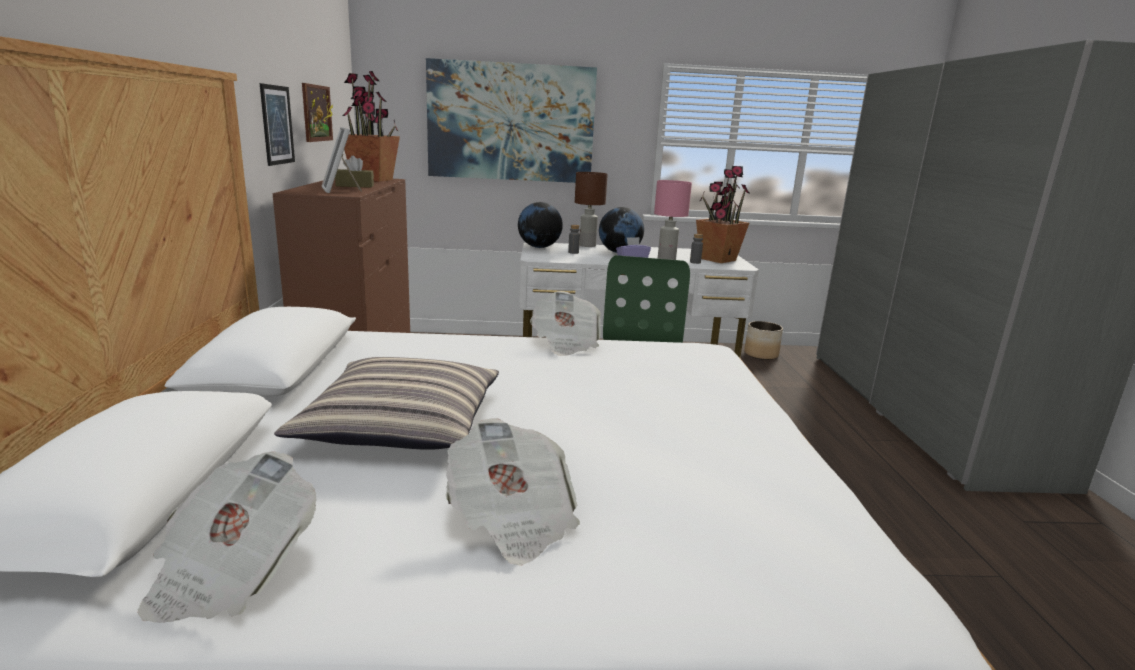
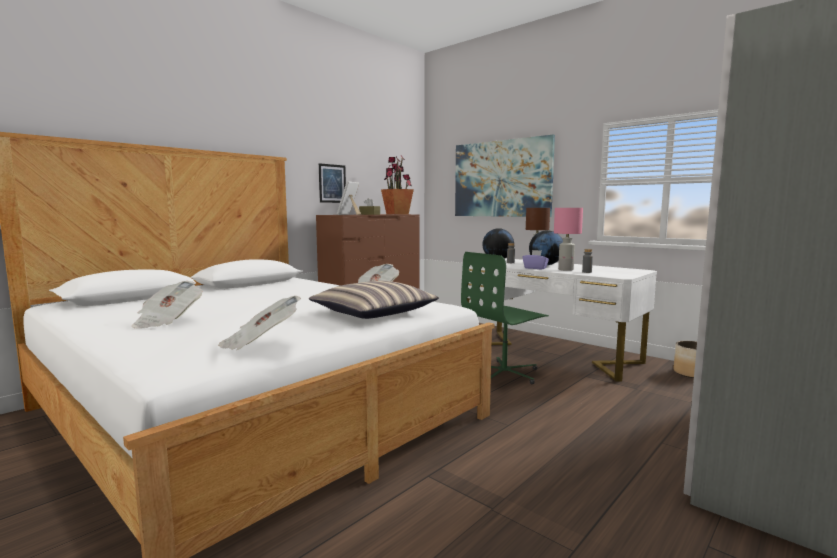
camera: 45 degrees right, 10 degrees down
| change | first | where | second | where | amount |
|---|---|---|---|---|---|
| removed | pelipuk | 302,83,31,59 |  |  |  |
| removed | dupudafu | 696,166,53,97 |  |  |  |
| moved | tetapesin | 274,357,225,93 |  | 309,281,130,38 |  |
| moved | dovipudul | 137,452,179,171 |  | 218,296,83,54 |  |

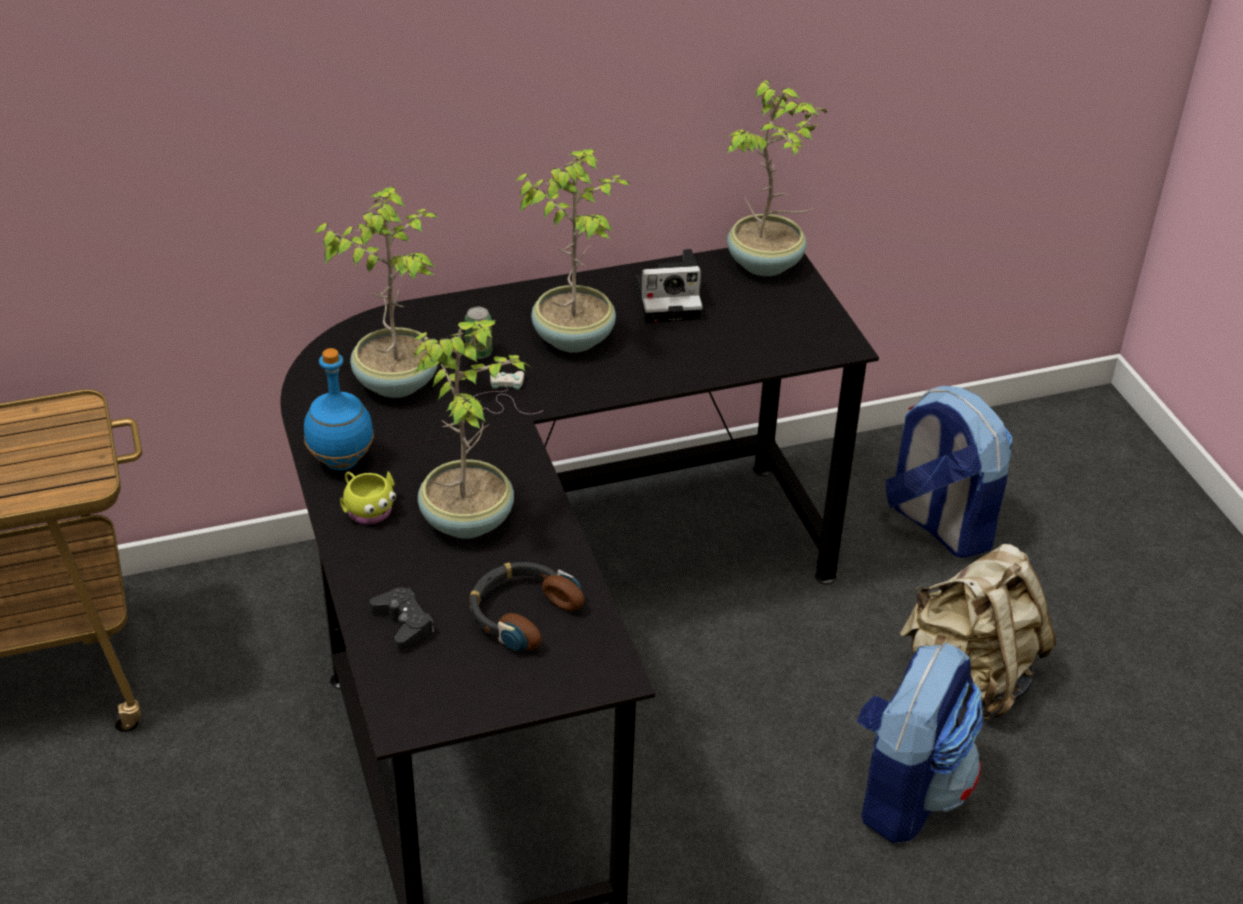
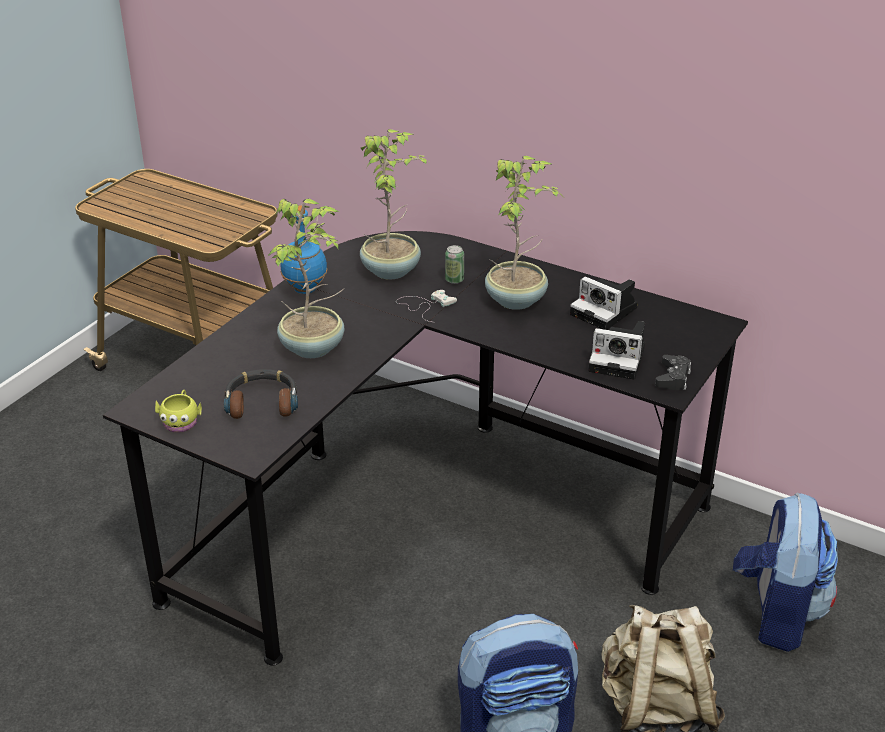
camera: 50 degrees right, 5 degrees down
| change | first | where | second | where | amount |
|---|---|---|---|---|---|
| removed | dupudafu | 726,80,101,196 |  |  |  |
| moved | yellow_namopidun | 340,471,56,53 |  | 155,390,47,43 |  |
| moved | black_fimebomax | 370,587,64,63 |  | 655,355,36,35 |  |
| added |  |  | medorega | 588,321,57,59 |  |

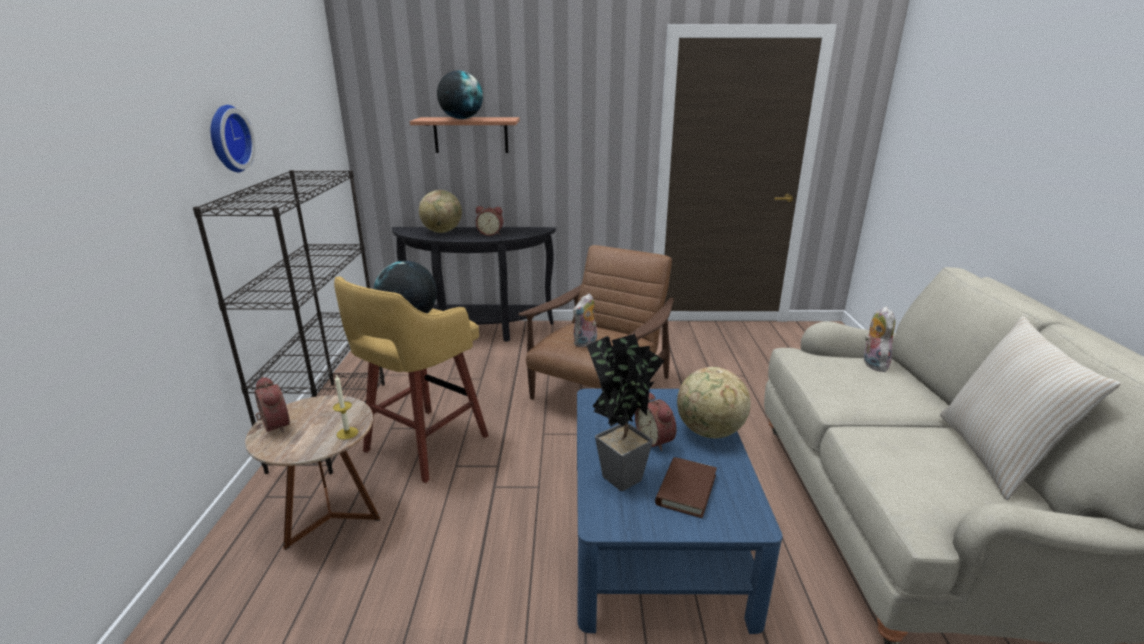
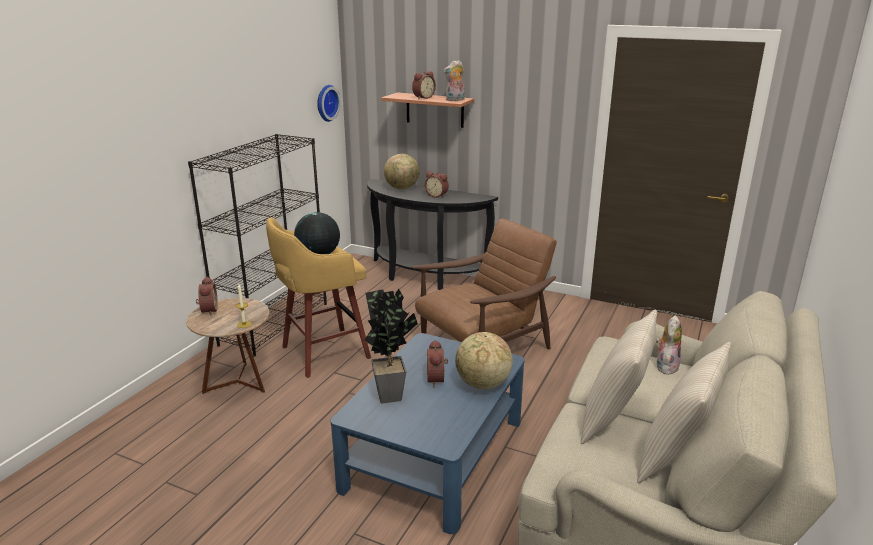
camera: 25 degrees right, 0 degrees up
| change | first | where | second | where | amount |
|---|---|---|---|---|---|
| replaced | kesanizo | 437,70,46,49 | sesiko | 412,71,24,28 |  |
| moved | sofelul | 211,105,44,67 |  | 317,85,24,37 |  |
| moved | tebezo | 573,294,24,53 |  | 443,60,22,41 |  |
| removed | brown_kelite | 655,457,62,61 |  |  |  |
| added |  |  | beige_tetapesin | 581,309,76,135 |  |

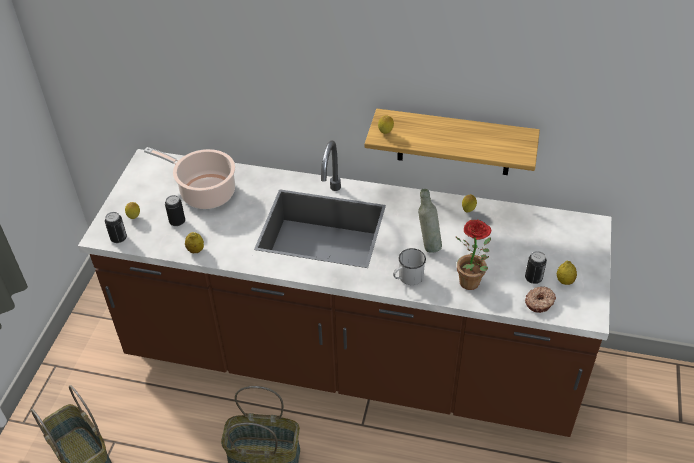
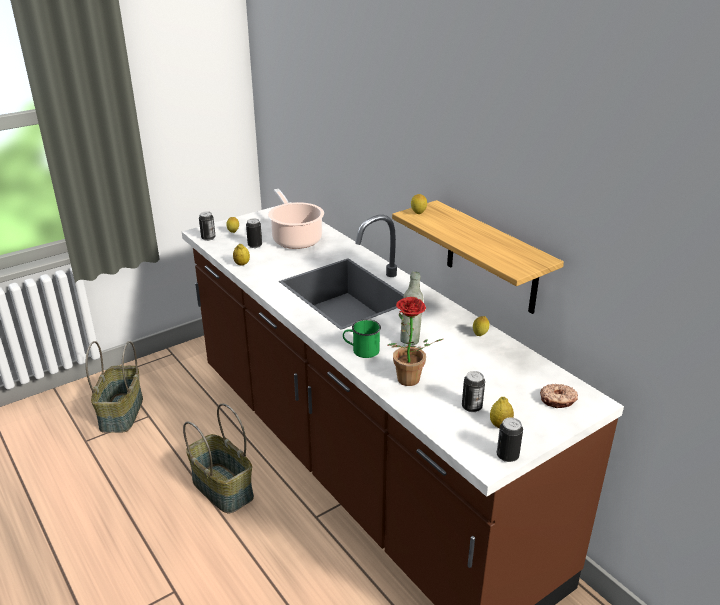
camera: 40 degrees right, 15 degrees down
| change | first | where | second | where | amount |
|---|---|---|---|---|---|
| recoloured | white_namopidun | 393,248,33,37 | green_namopidun | 343,319,38,39 |  |
| moved | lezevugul | 525,286,31,27 |  | 540,384,38,24 |  |
| added |  |  | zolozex | 497,417,26,45 |  |

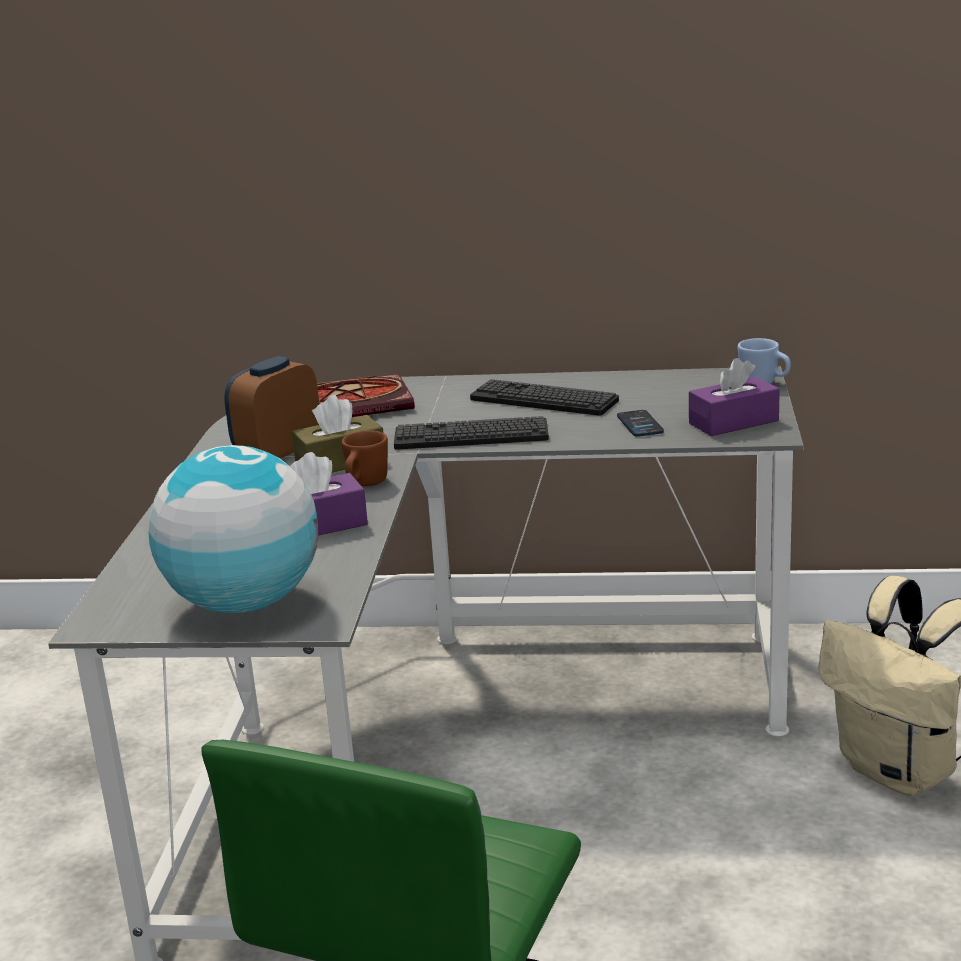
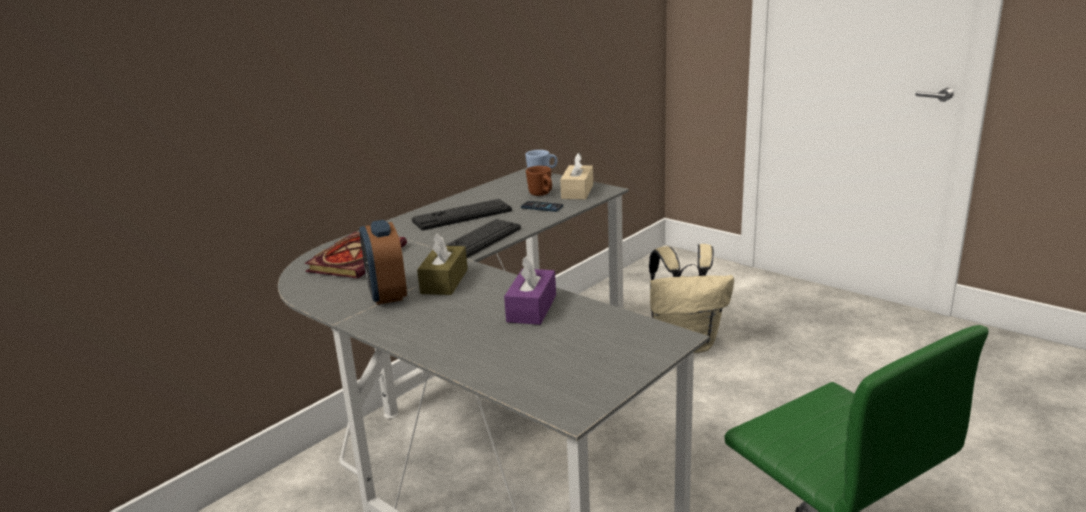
camera: 55 degrees left, 0 degrees up
| change | first | where | second | where | amount |
|---|---|---|---|---|---|
| recoloured | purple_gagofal | 689,358,91,78 | beige_gagofal | 560,153,33,47 |  |
| moved | brown_namopidun | 342,430,46,56 |  | 526,166,26,30 |  |
| removed | kesanizo | 149,445,169,168 |  |  |  |

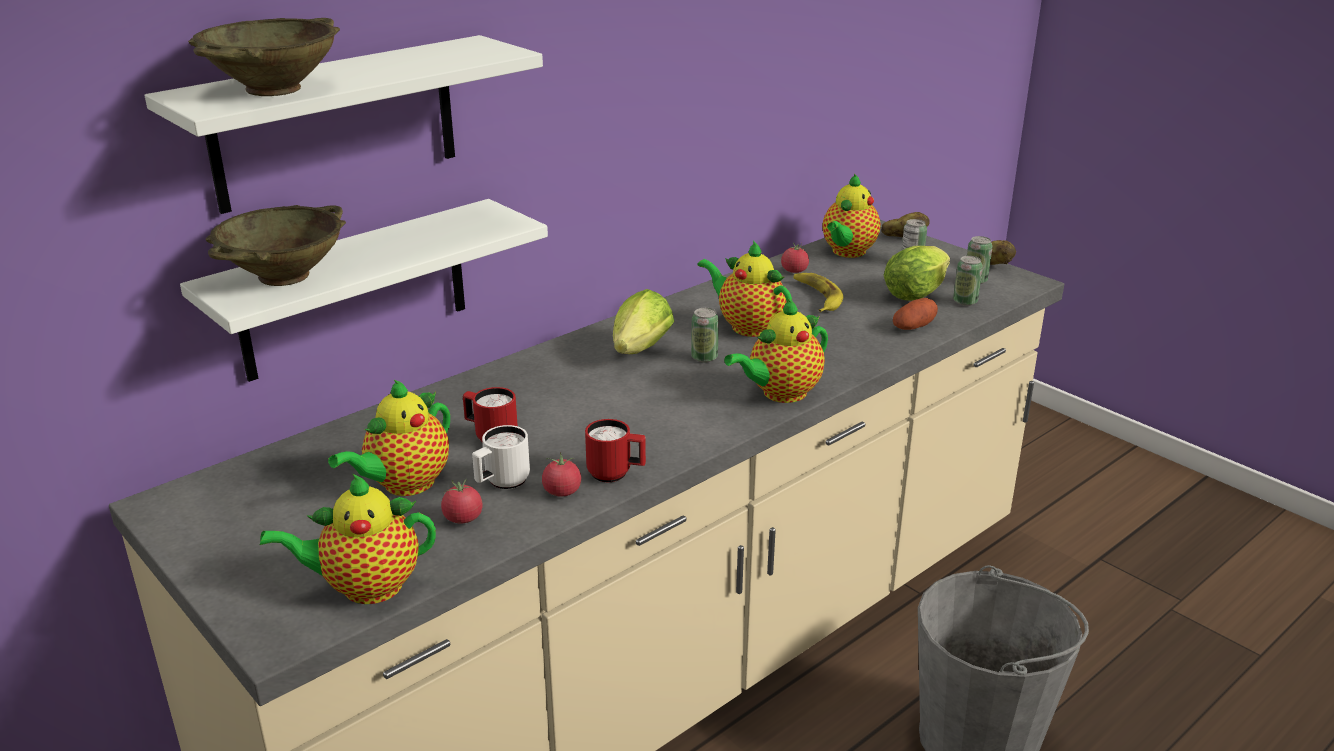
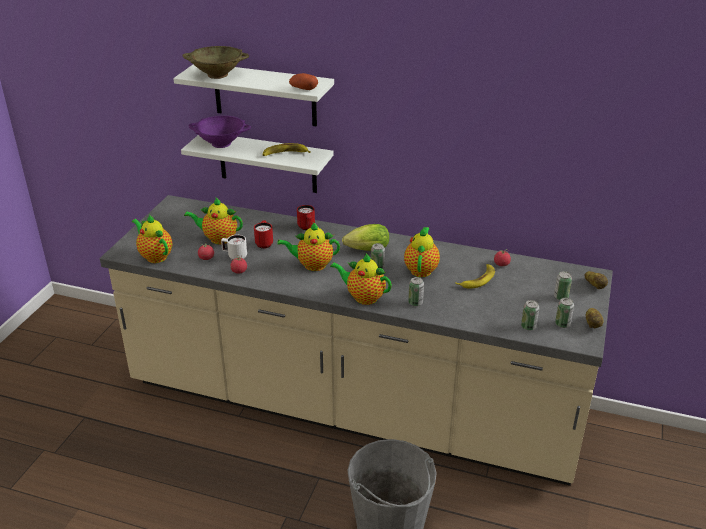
camera: 60 degrees right, 5 degrees up
| change | first | where | second | where | amount |
|---|---|---|---|---|---|
| moved | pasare | 823,174,58,84 |  | 277,222,63,49 |  |
| recoloured | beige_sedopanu | 206,205,140,81 | purple_sedopanu | 189,116,62,32 |  |
| removed | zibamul | 884,246,66,55 |  |  |  |
| moved | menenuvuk | 893,298,45,32 |  | 289,73,29,17 |  |
| moved | red_namopidun | 585,419,61,63 |  | 297,205,18,25 |  |
| added |  |  | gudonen | 263,143,48,13 |  |
| added |  |  | zolozex | 408,277,16,29 |  |

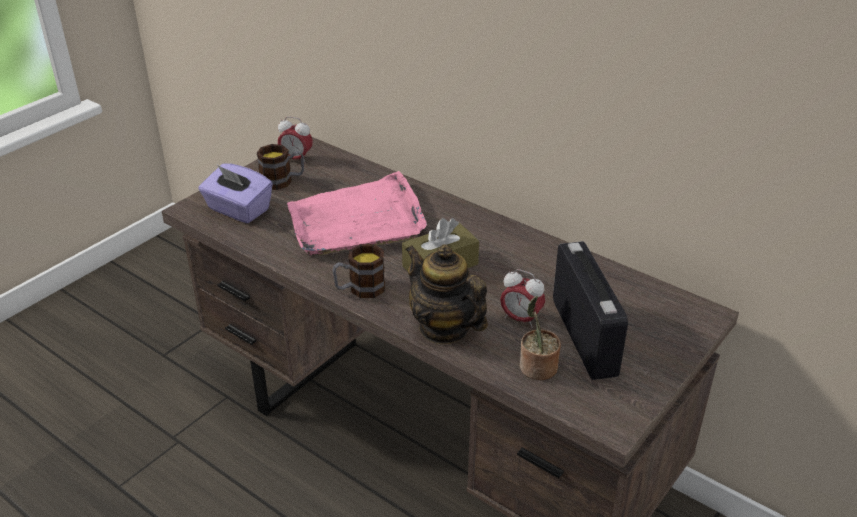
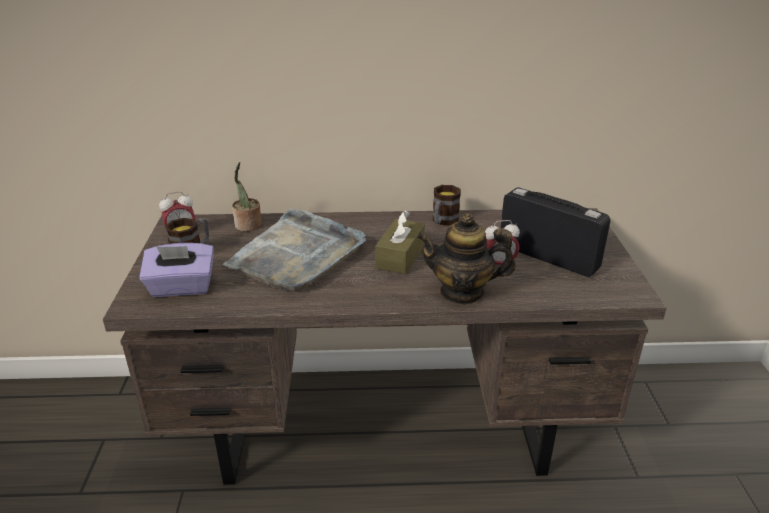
camera: 40 degrees left, 5 degrees down
| change | first | where | second | where | amount |
|---|---|---|---|---|---|
| recoloured | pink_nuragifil | 287,171,140,85 | grey_nuragifil | 222,208,144,85 |  |
| moved | namopidun | 332,244,53,54 |  | 433,185,28,40 |  |
| moved | dupudafu | 520,296,41,84 |  | 232,162,30,70 |  |

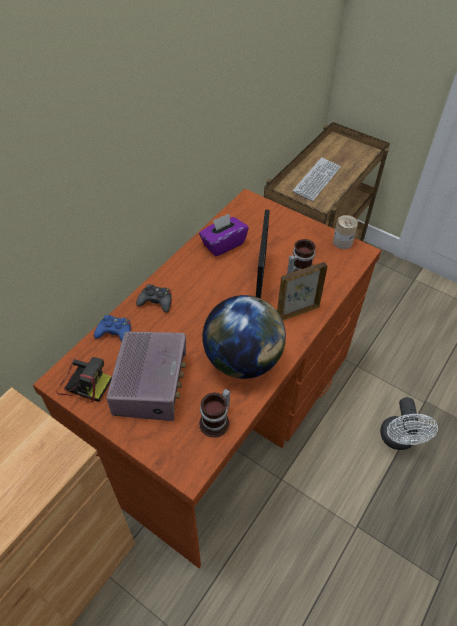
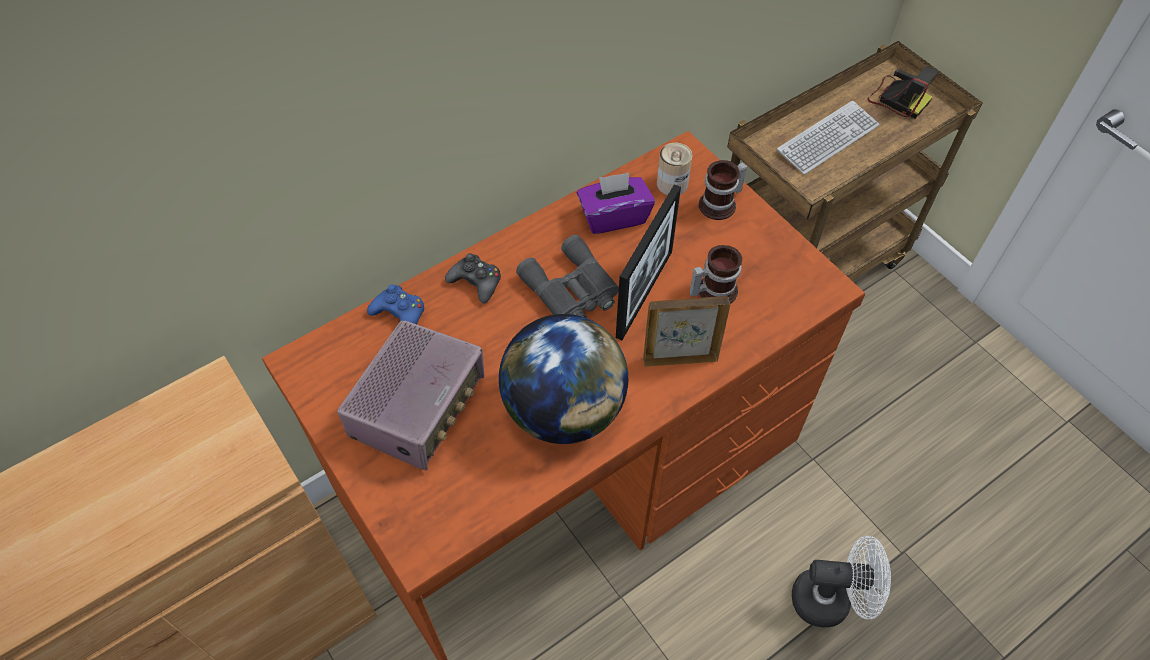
camera: 20 degrees right, 5 degrees up
| change | first | where | second | where | amount |
|---|---|---|---|---|---|
| moved | zolozex | 333,215,25,34 |  | 657,143,36,52 |  |
| moved | medorega | 56,357,56,45 |  | 867,66,72,53 |  |
| moved | namopidun | 199,389,32,49 |  | 699,160,48,60 |  |
| turned | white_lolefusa | 380,397,58,53 |  | 792,536,99,91 | 105 degrees counterclockwise |
| added |  |  | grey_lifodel | 516,235,103,83 |  |

